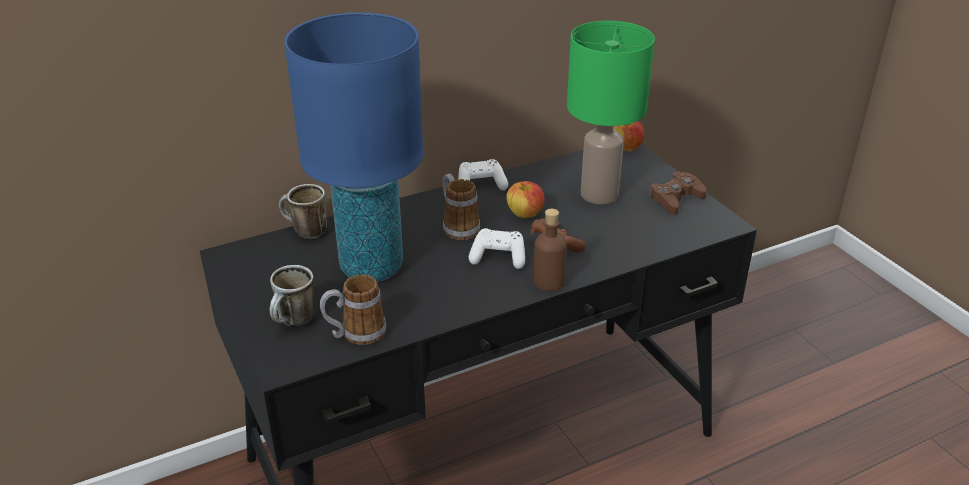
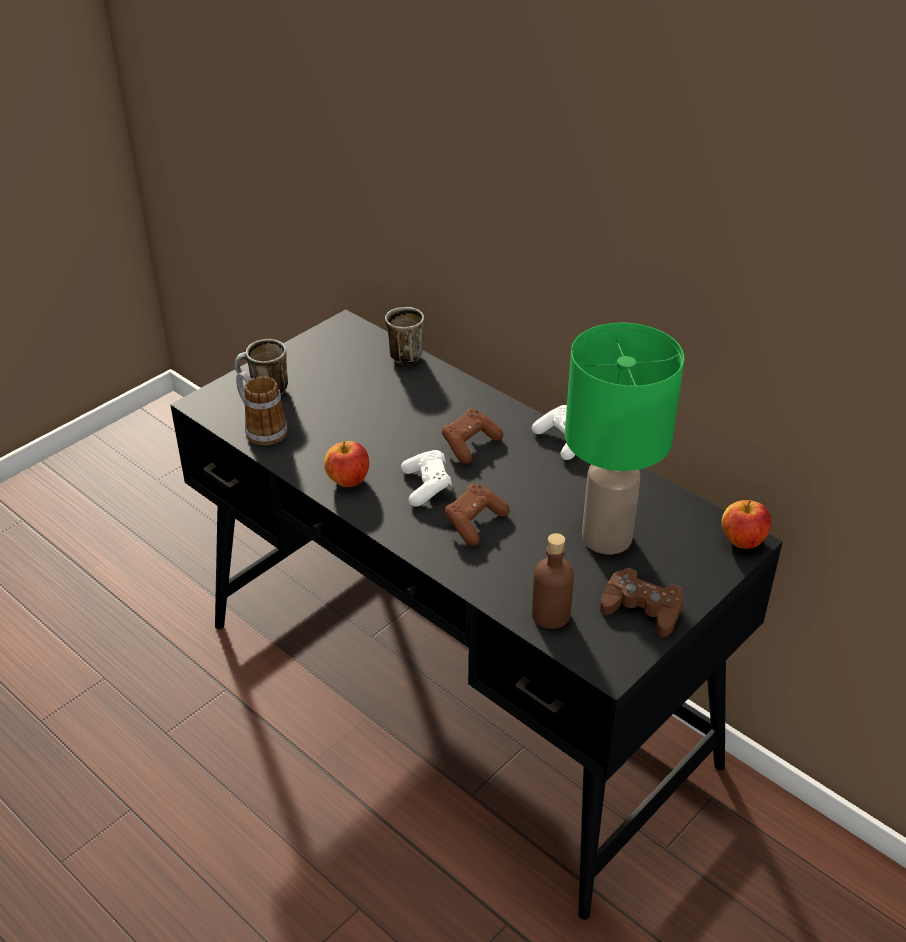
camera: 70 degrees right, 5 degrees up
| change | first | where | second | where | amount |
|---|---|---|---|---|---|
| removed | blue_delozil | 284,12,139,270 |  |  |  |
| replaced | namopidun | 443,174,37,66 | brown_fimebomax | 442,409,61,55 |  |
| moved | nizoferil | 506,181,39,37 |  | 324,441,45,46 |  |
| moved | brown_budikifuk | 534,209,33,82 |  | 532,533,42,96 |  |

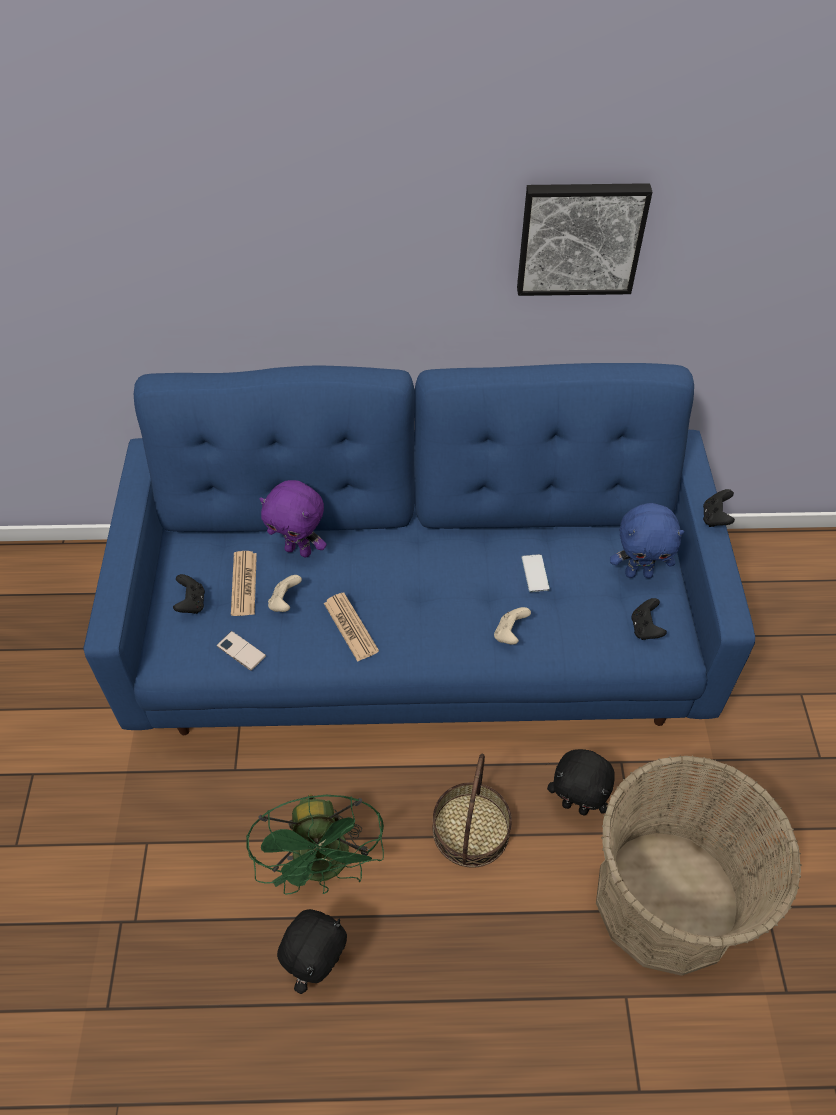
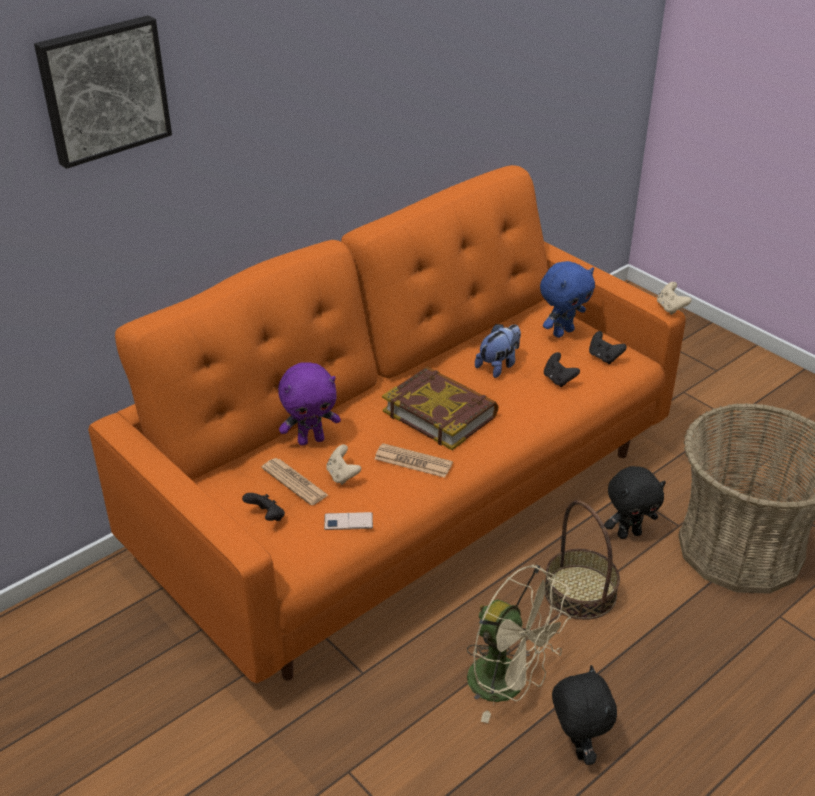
camera: 40 degrees left, 15 degrees down
| change | first | where | second | where | amount |
|---|---|---|---|---|---|
| moved | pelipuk | 517,183,135,113 |  | 34,15,138,154 |  |
| recoloured | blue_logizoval | 83,363,672,372 | orange_logizoval | 88,165,598,519 |  |
| moved | black_fimebomax | 703,489,32,38 |  | 544,352,36,35 |  |
| replaced | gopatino | 522,554,28,38 | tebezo | 475,324,46,54 |  |
| moved | beige_fimebomax | 494,607,37,37 |  | 657,282,35,33 |  |
| recoloured | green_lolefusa | 246,794,138,101 | beige_lolefusa | 467,564,104,159 |  |
| added |  |  | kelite | 382,367,117,83 |  |

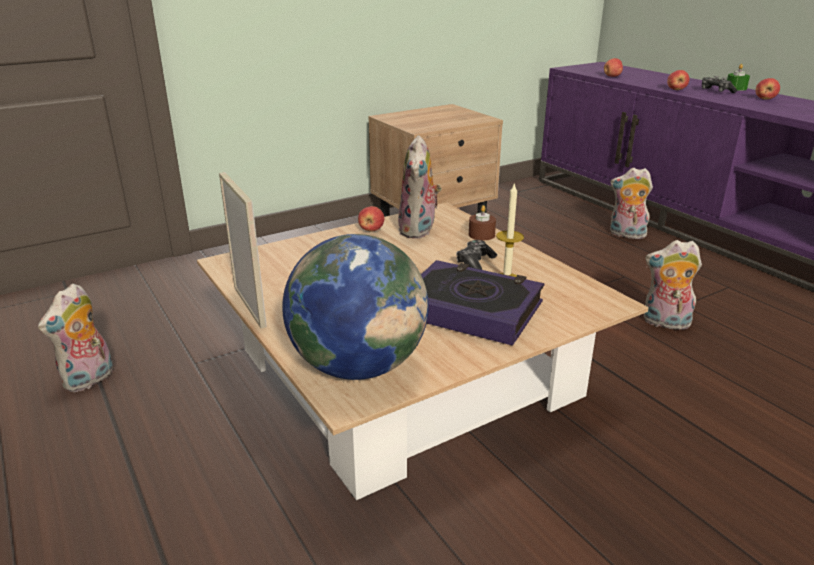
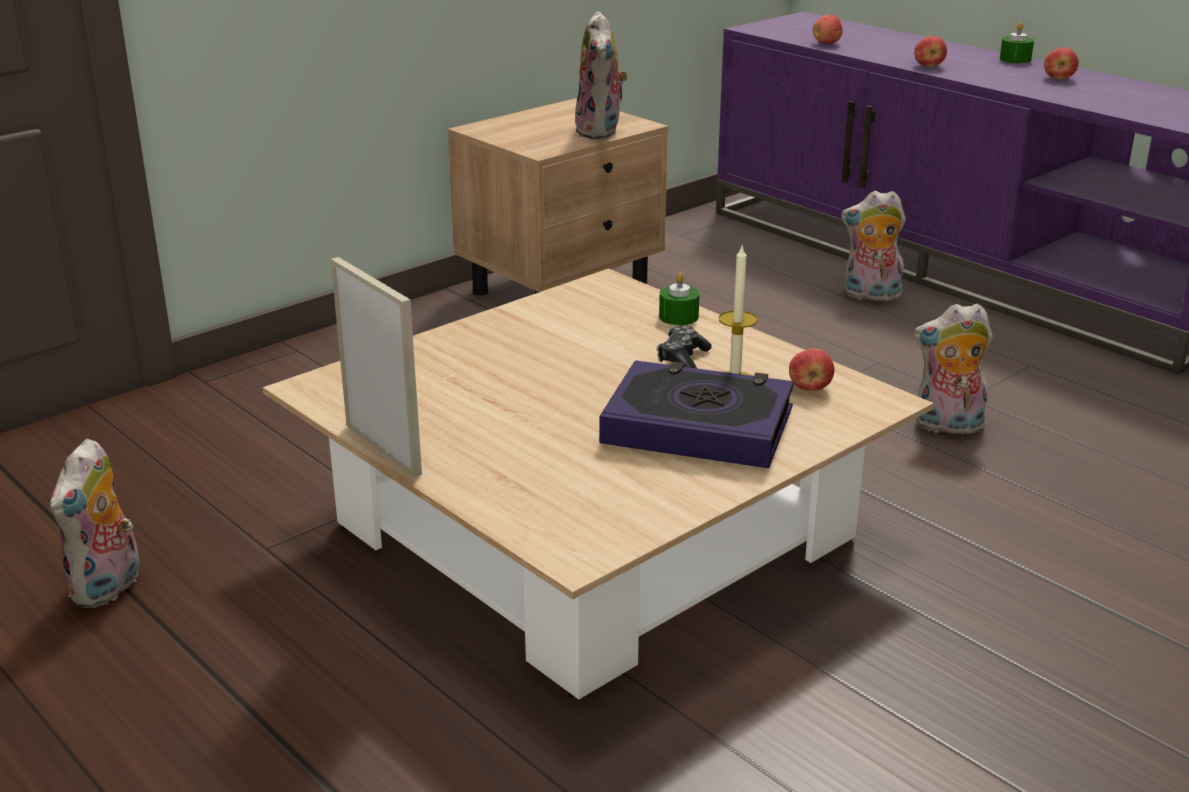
camera: 10 degrees left, 0 degrees up
| change | first | where | second | where | amount |
|---|---|---|---|---|---|
| removed | fimebomax | 702,76,35,17 |  |  |  |
| moved | tebezo | 398,135,44,104 |  | 575,11,53,128 |  |
| recoloured | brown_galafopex | 469,205,27,35 | green_galafopex | 659,273,40,52 |  |
| moved | nizoferil | 358,206,26,25 |  | 789,349,45,42 |  |
| removed | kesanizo | 282,234,146,146 |  |  |  |

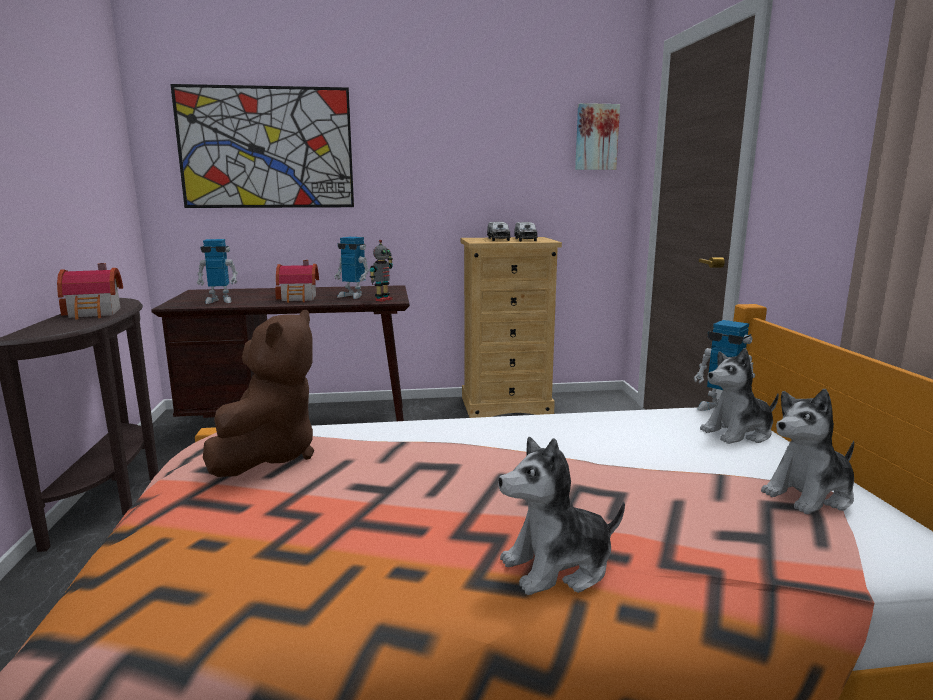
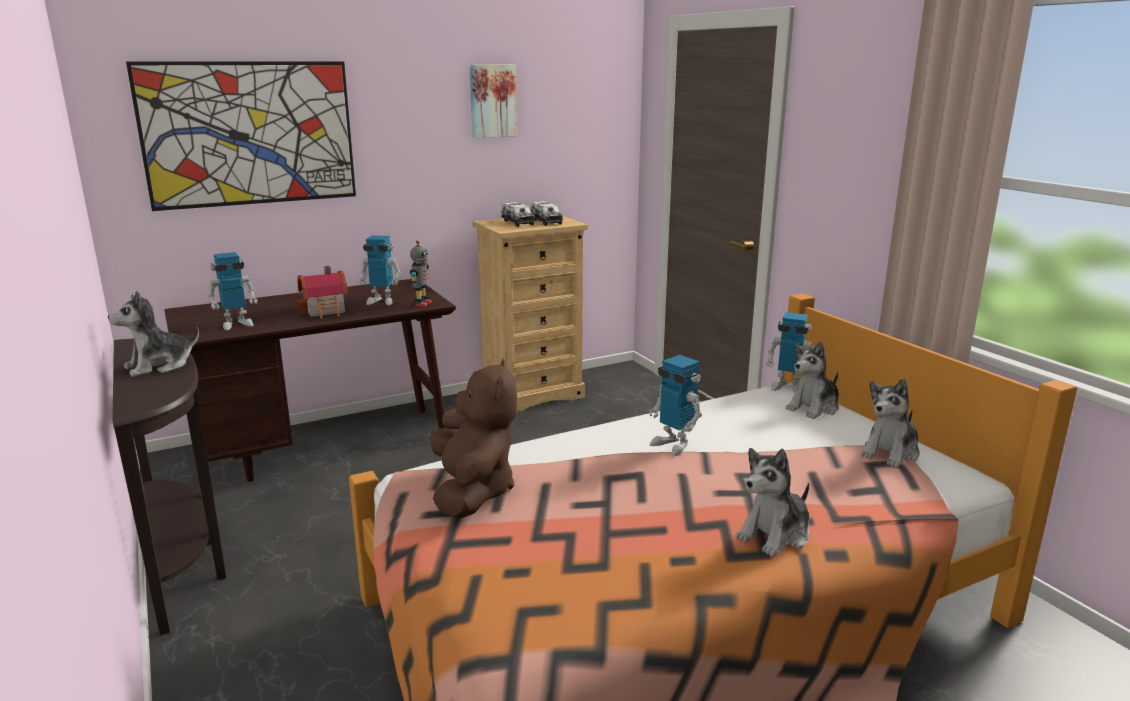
camera: 20 degrees left, 5 degrees up
| change | first | where | second | where | amount |
|---|---|---|---|---|---|
| moved | pelipuk | 575,103,45,67 |  | 470,65,47,73 |  |
| replaced | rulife | 57,263,66,56 | tebezo | 108,291,91,86 |  |
| added |  |  | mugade | 649,355,53,101 |  |

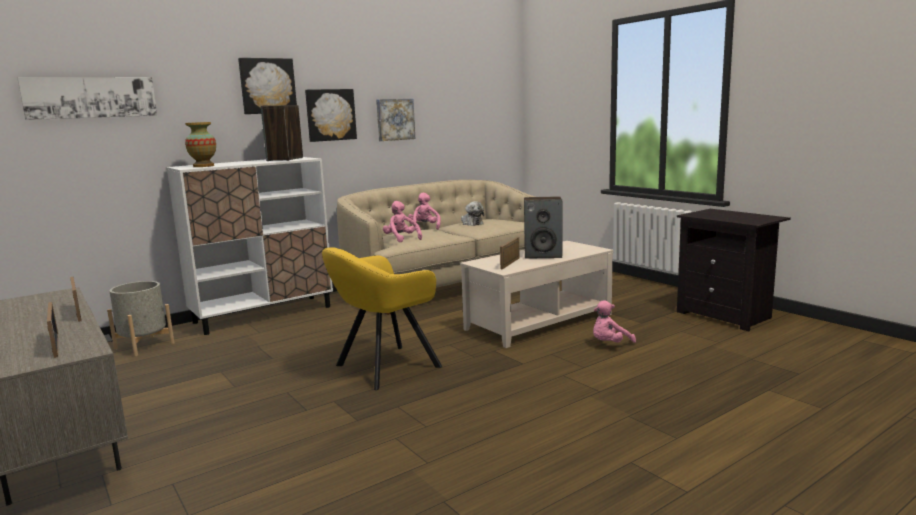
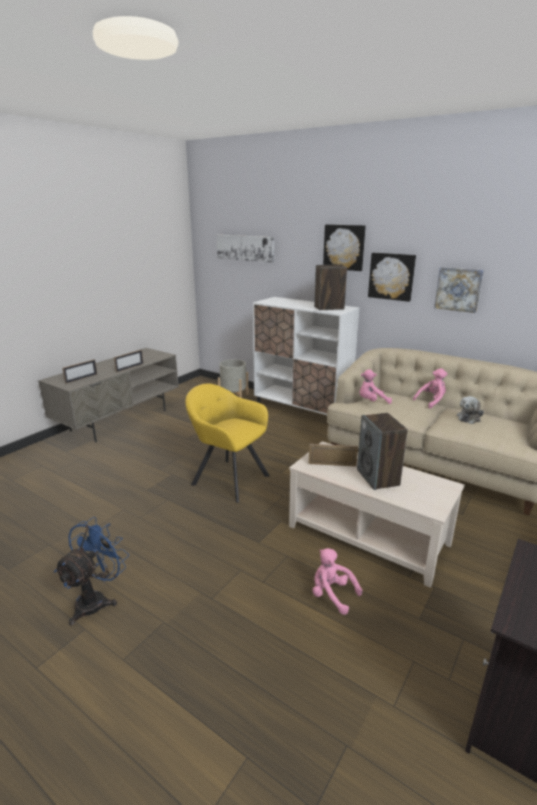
camera: 70 degrees right, 10 degrees up
| change | first | where | second | where | amount |
|---|---|---|---|---|---|
| removed | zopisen | 185,122,31,45 |  |  |  |
| turned | pink_tebezo | 383,201,39,41 |  | 360,369,32,35 | 135 degrees counterclockwise |
| added |  |  | blue_lolefusa | 54,517,75,109 |  |

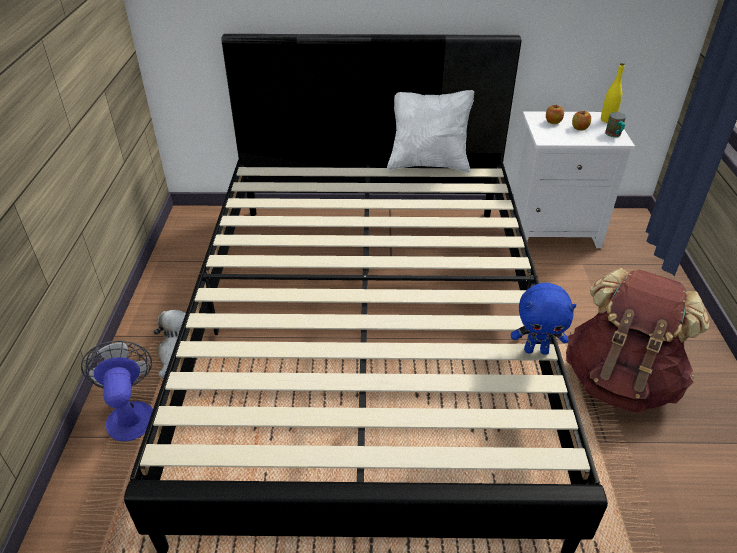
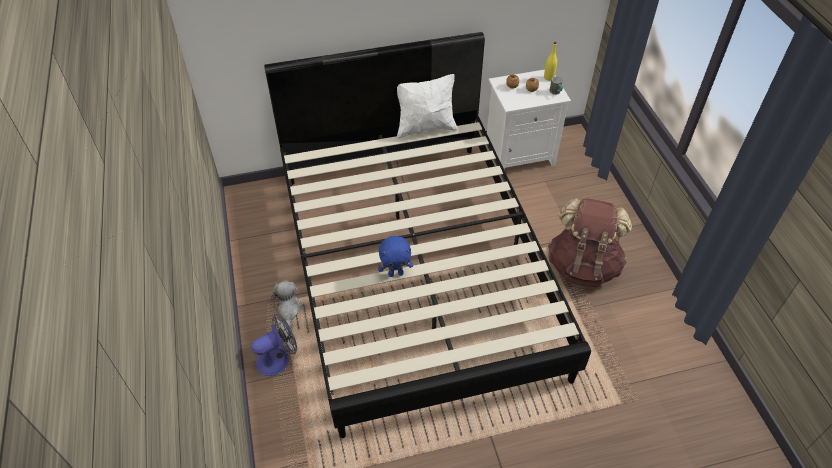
camera: 15 degrees left, 10 degrees up
| change | first | where | second | where | amount |
|---|---|---|---|---|---|
| moved | blue_tebezo | 511,283,66,72 |  | 378,236,35,41 |  |
| turned | lolefusa | 81,340,72,102 |  | 251,314,46,62 | 90 degrees clockwise |

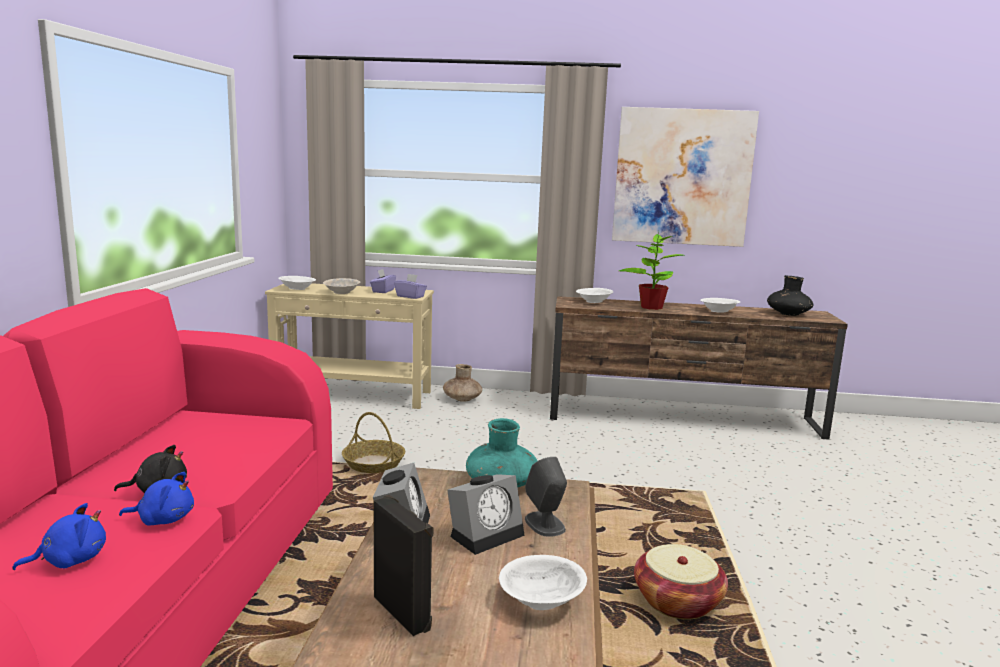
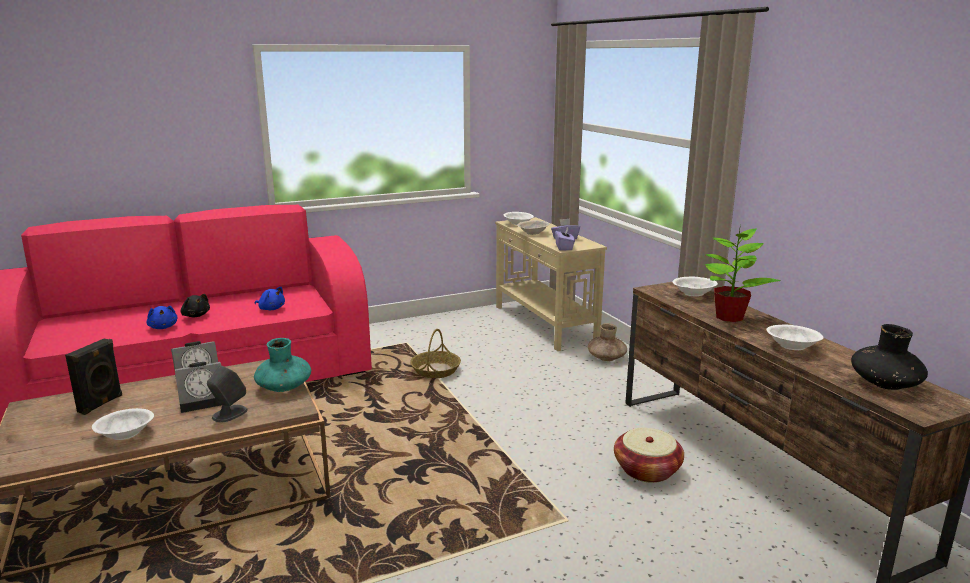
camera: 60 degrees right, 5 degrees up
| change | first | where | second | where | amount |
|---|---|---|---|---|---|
| removed | pelipuk | 612,107,147,140 |  |  |  |
| turned | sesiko | 447,474,78,81 |  | 175,362,47,51 | 45 degrees counterclockwise |
| moved | blue_tebezo | 12,503,94,67 |  | 255,287,30,23 |  |
| moved | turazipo | 634,544,94,76 |  | 614,428,70,55 |  |

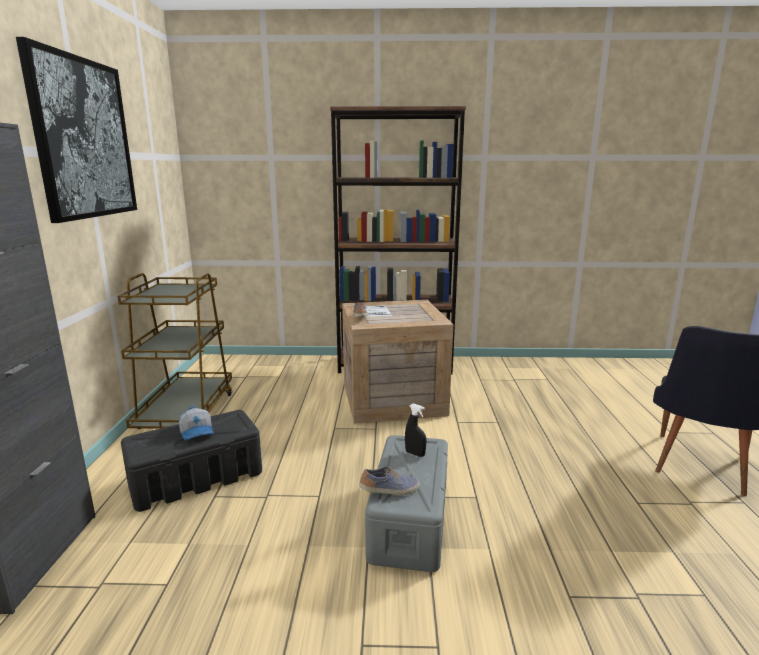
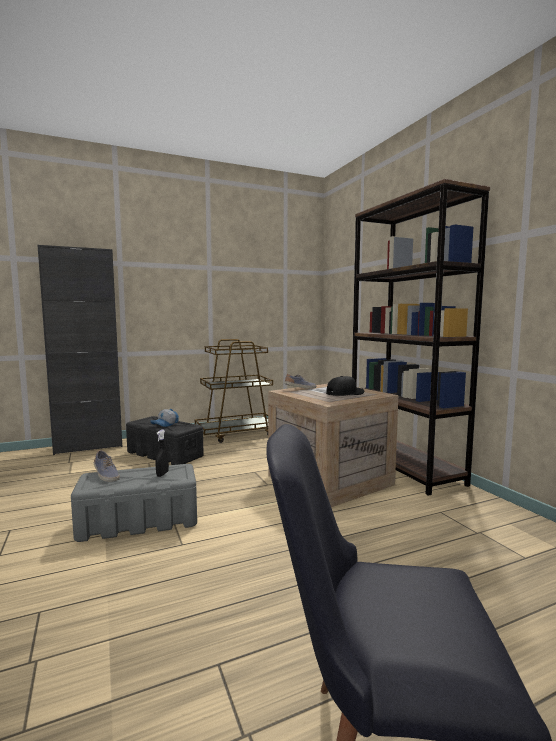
camera: 65 degrees right, 10 degrees down
| change | first | where | second | where | amount |
|---|---|---|---|---|---|
| removed | pelipuk | 16,37,121,186 |  |  |  |
| added |  |  | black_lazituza | 326,376,38,20 |  |

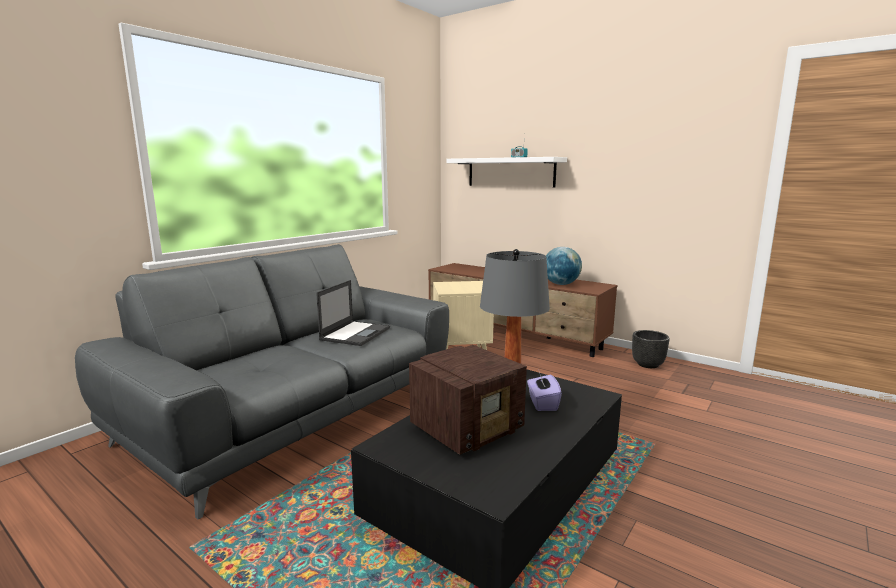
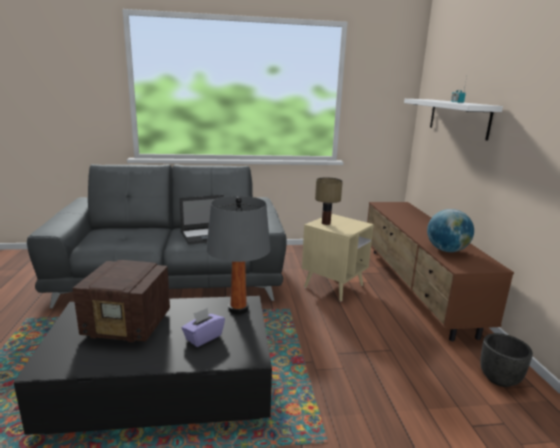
camera: 45 degrees right, 5 degrees up
| change | first | where | second | where | amount |
|---|---|---|---|---|---|
| added |  |  | delozil | 315,177,28,48 |  |

